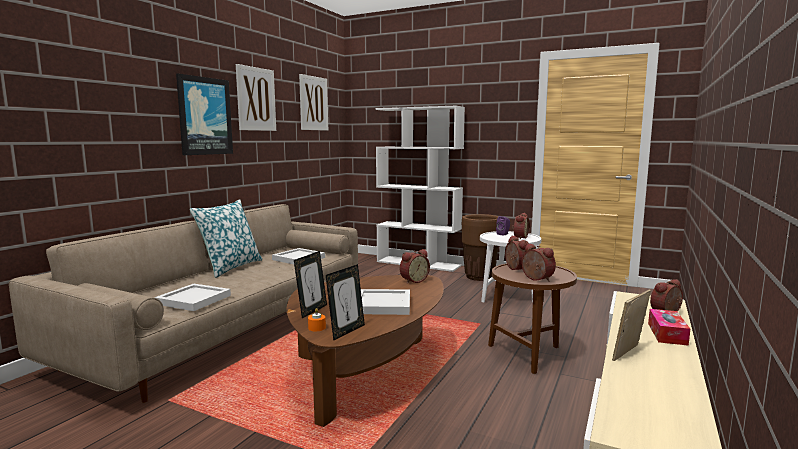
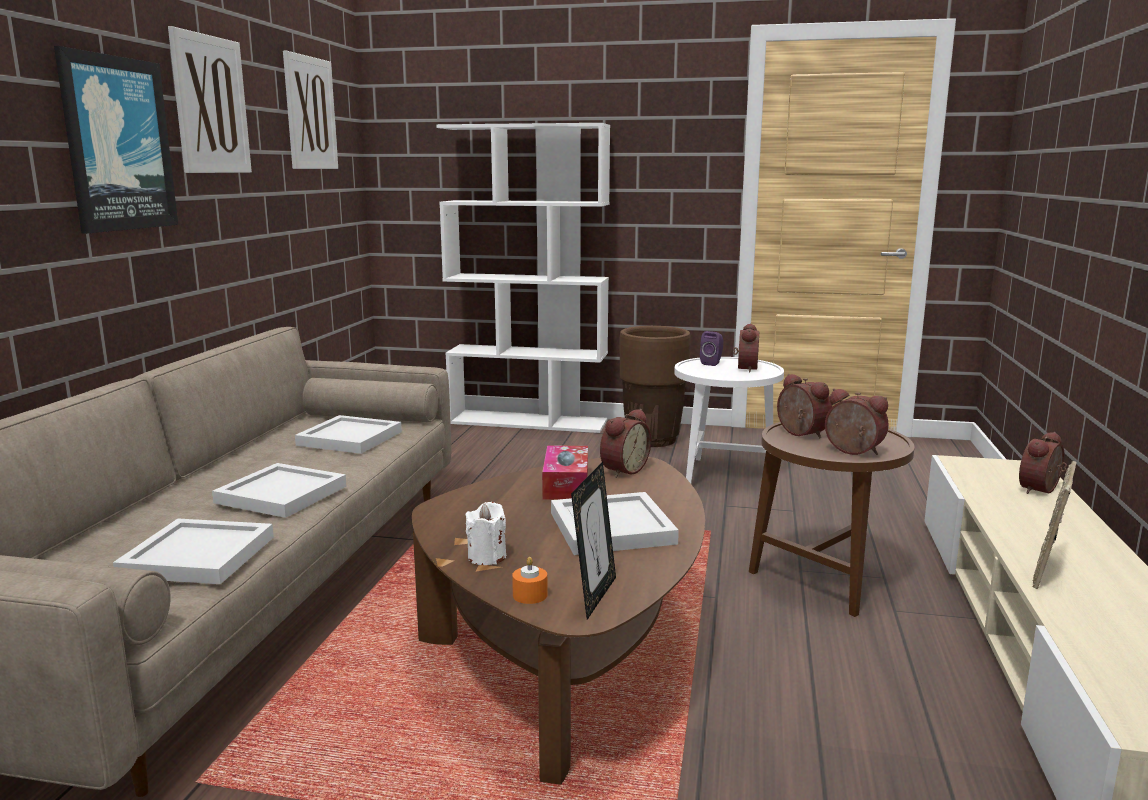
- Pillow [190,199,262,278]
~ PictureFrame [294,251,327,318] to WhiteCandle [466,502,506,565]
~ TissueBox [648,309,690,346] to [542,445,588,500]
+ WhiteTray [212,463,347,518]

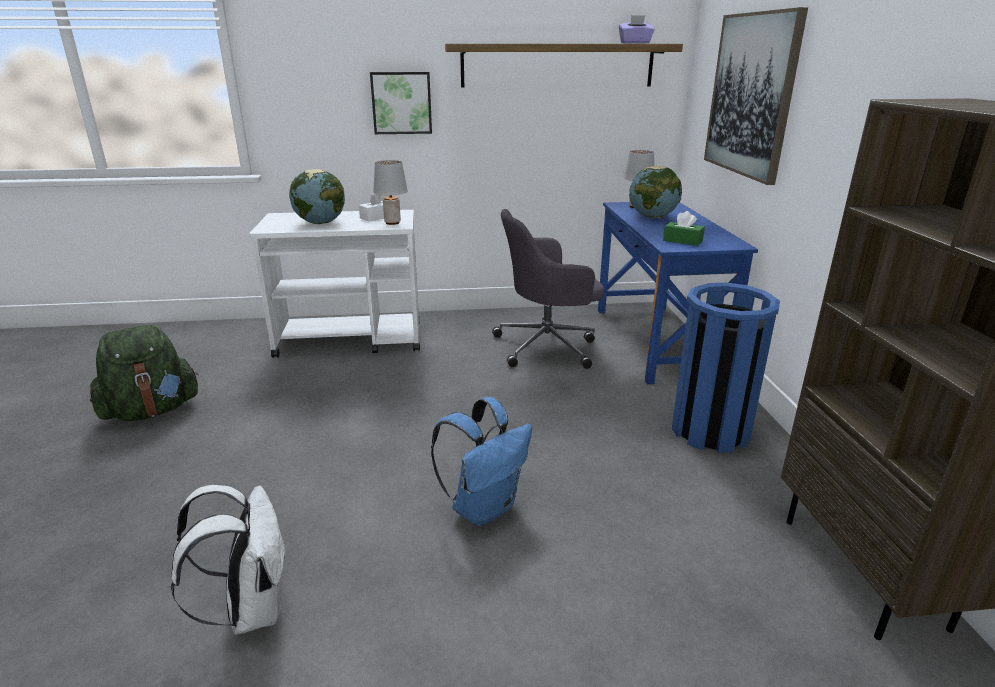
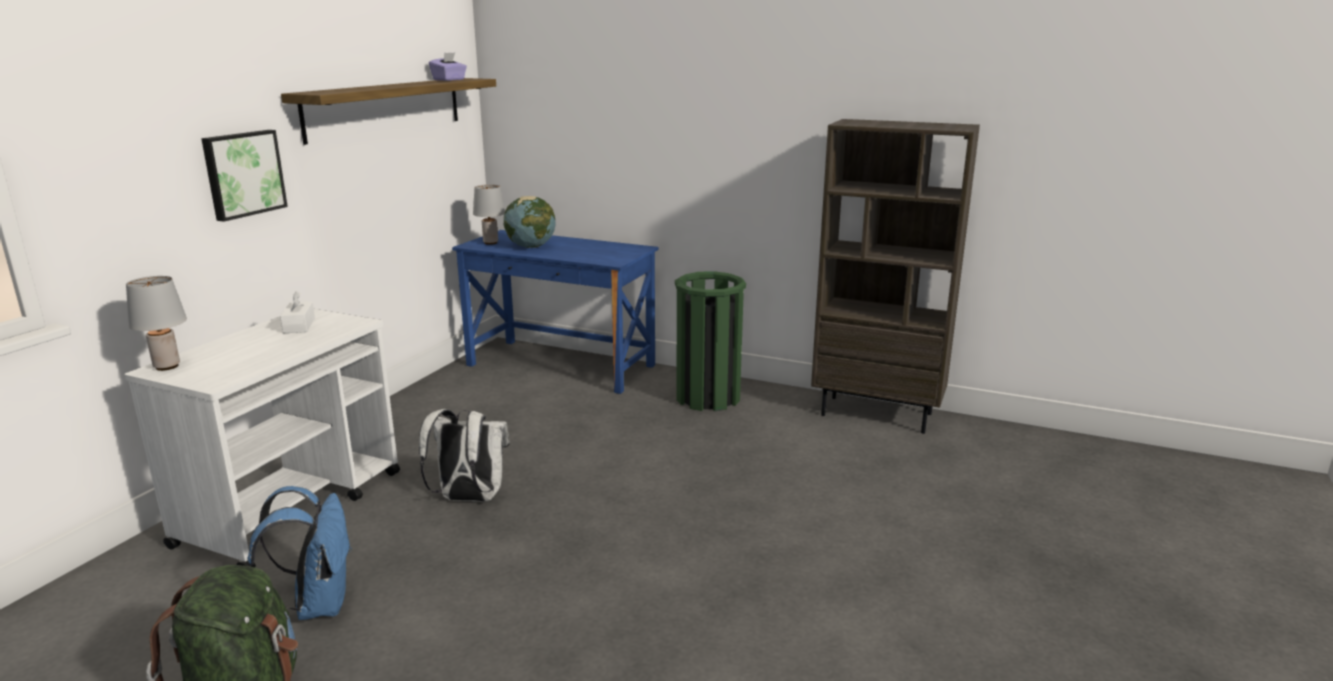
- Picture [704,7,808,185]
~ GreyTableLamp [374,160,408,225] to [126,276,187,371]
- Globe [289,169,345,224]
- GreyOfficeChair [492,209,604,369]
- GreenTissueBox [663,211,705,246]
~ BlueTrashCan [672,283,780,453] to GreenTrashCan [675,271,746,411]
~ BlueBackpack [431,397,532,526] to [247,486,352,620]
~ WhiteBackpack [171,485,287,635] to [419,409,510,502]

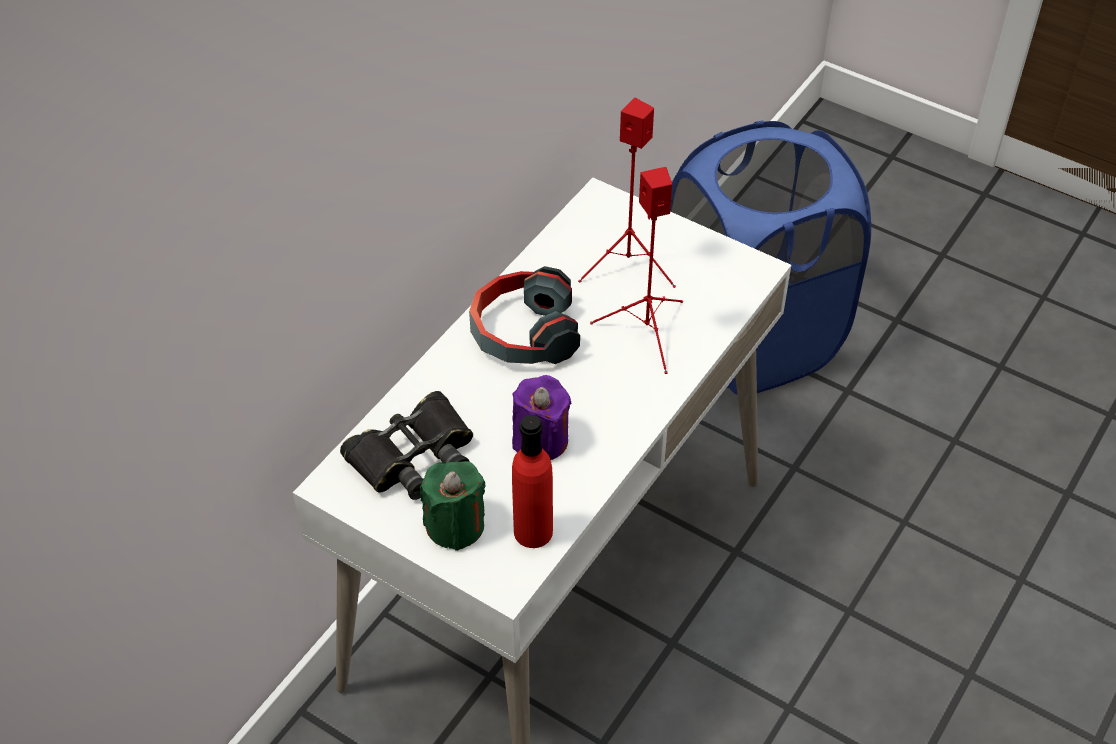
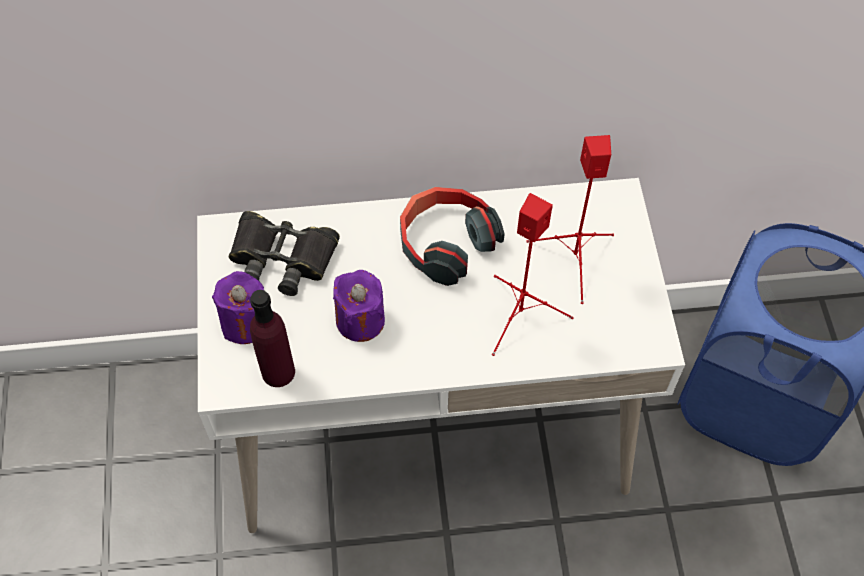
~ RedBottle [512,415,553,548] to PurpleBottle [250,290,295,387]
~ GreenCandle [420,461,486,551] to PurpleCandle [212,271,264,344]

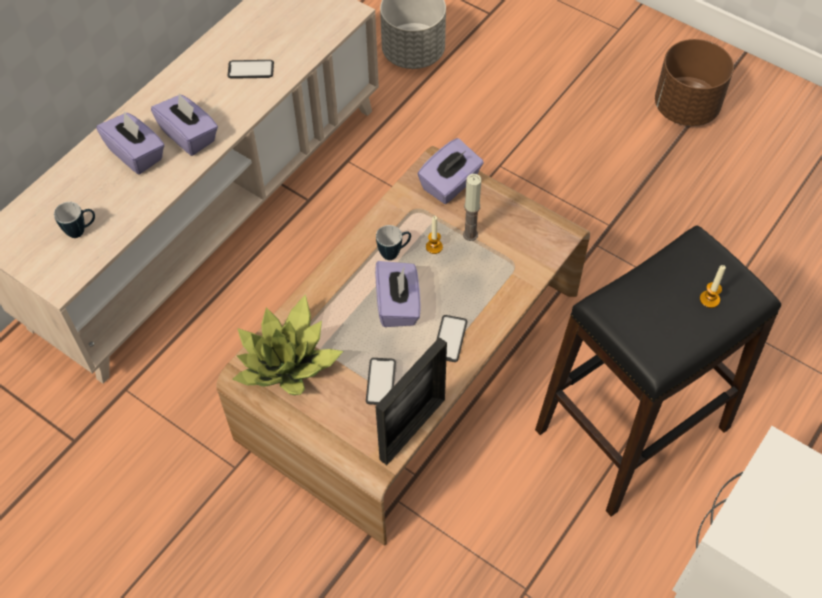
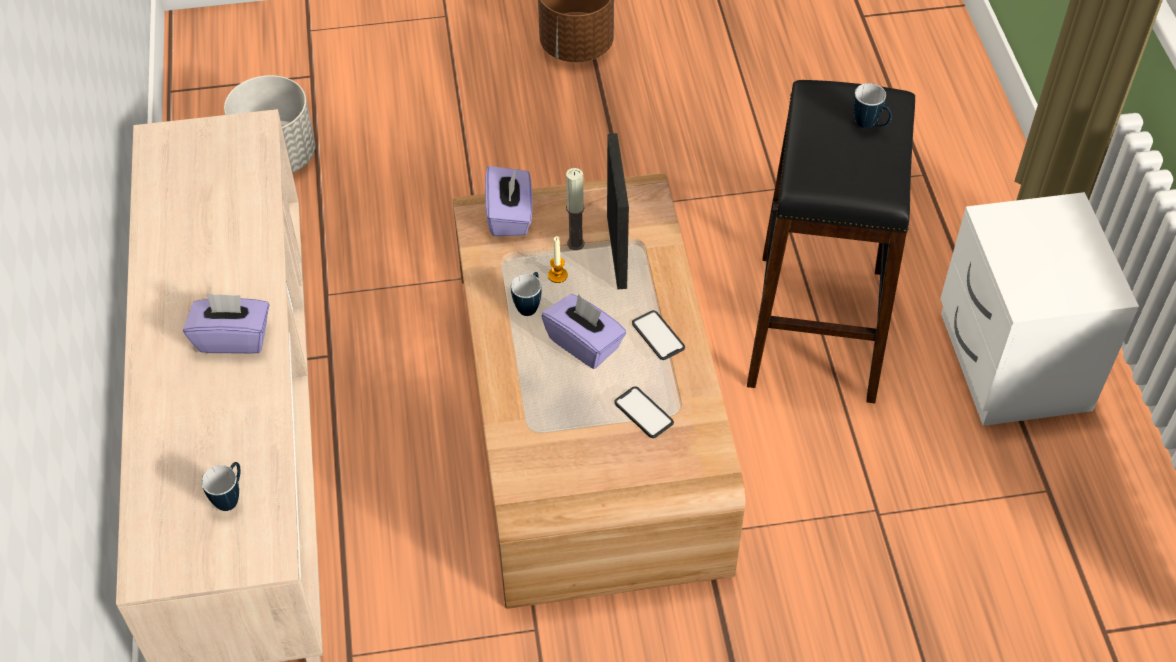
- Phone [227,60,274,79]
- PurpleTissueBox [96,112,165,175]
~ Candle [700,265,726,308] to Mug [853,83,892,128]
- PottedPlant [233,294,343,395]
~ PictureFrame [375,337,447,465] to [607,133,629,290]

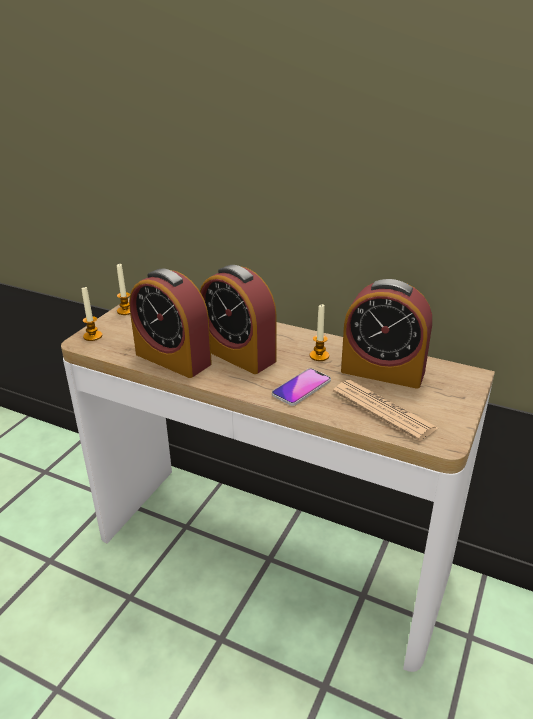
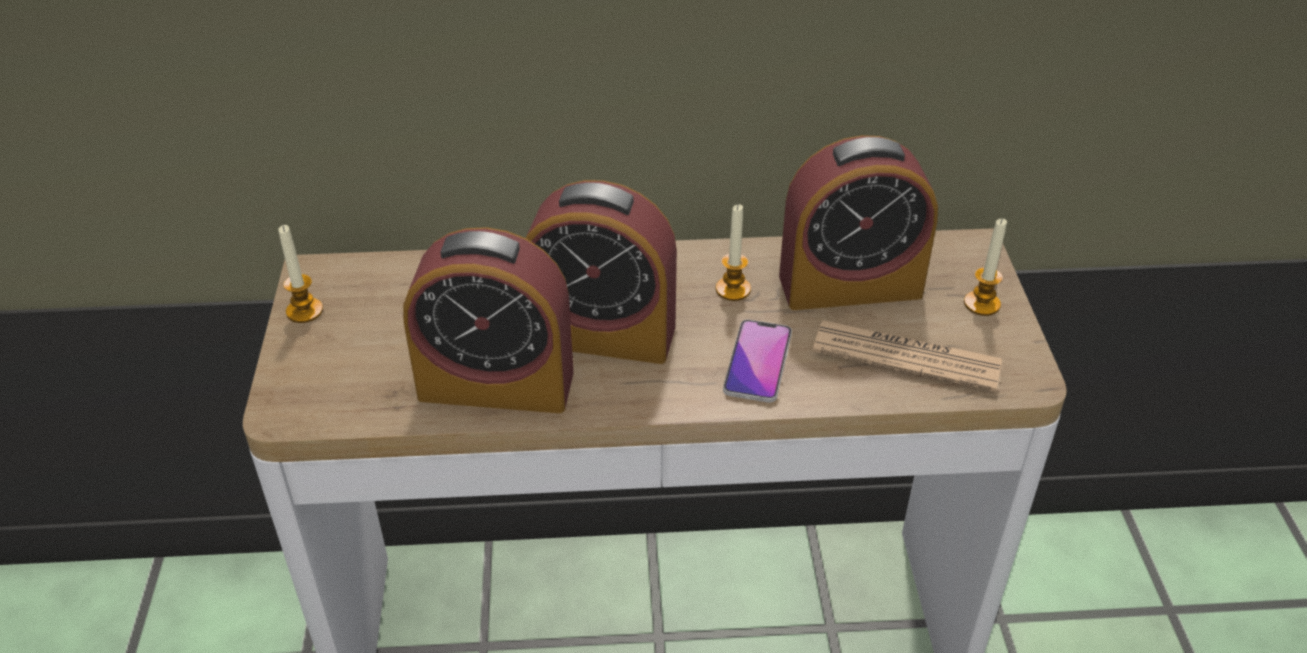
~ Candle [82,287,102,341] to [964,218,1007,316]

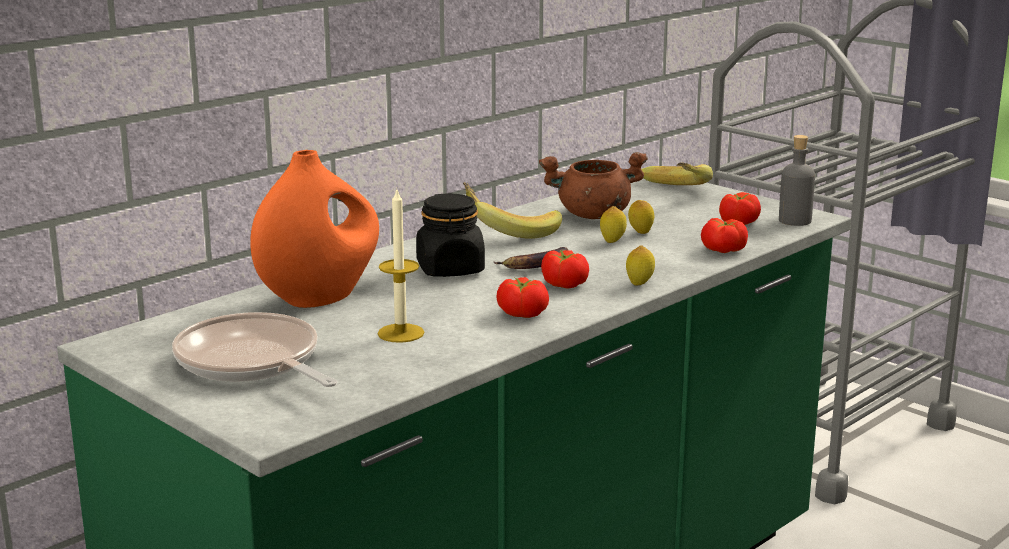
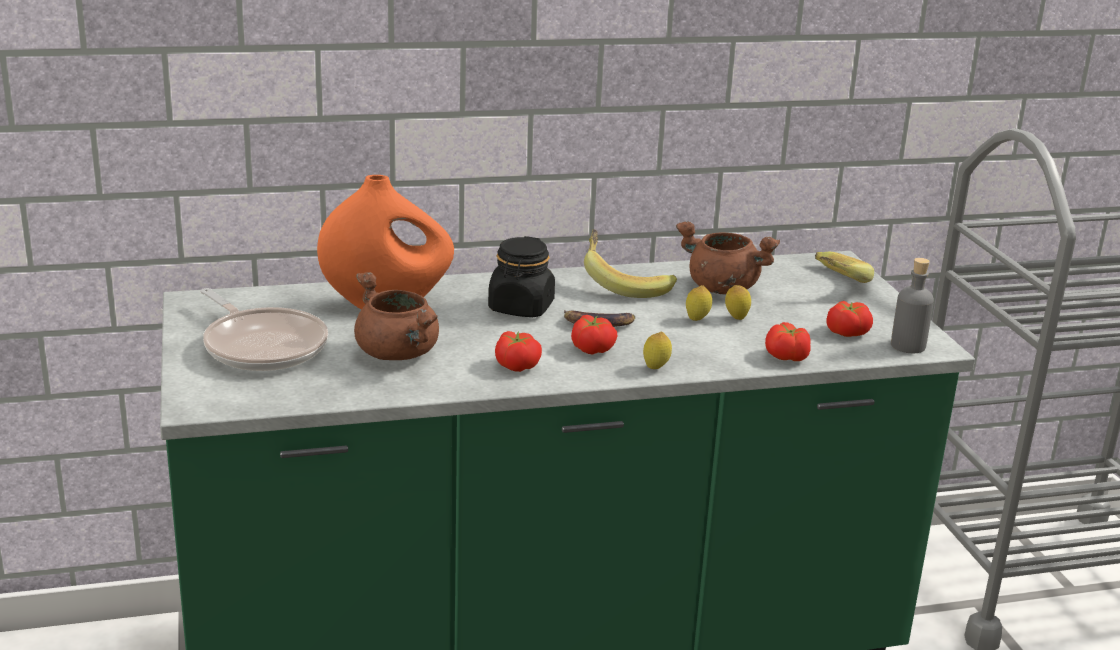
~ Candle [377,190,424,343] to BrownCookingPot [354,272,439,360]
~ FryingPan [172,312,337,387] = [200,288,328,371] 150 degrees clockwise

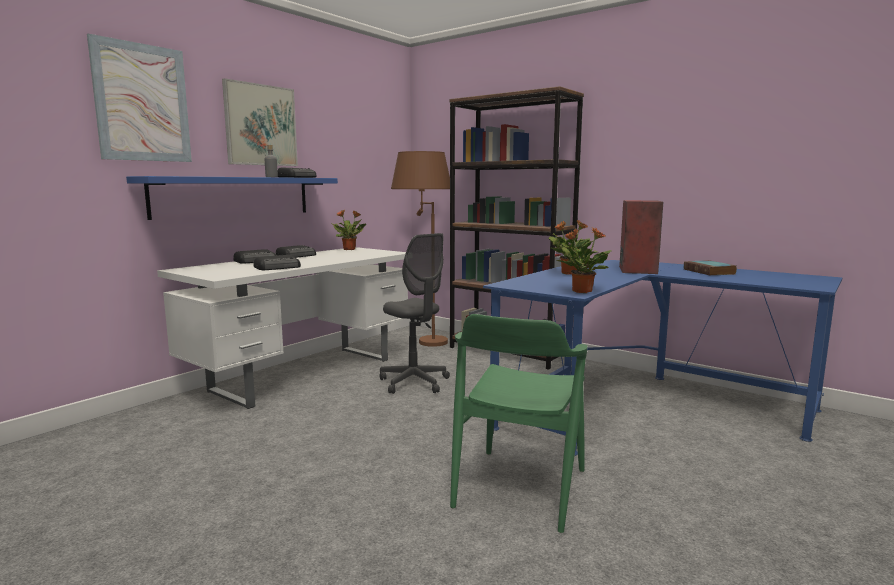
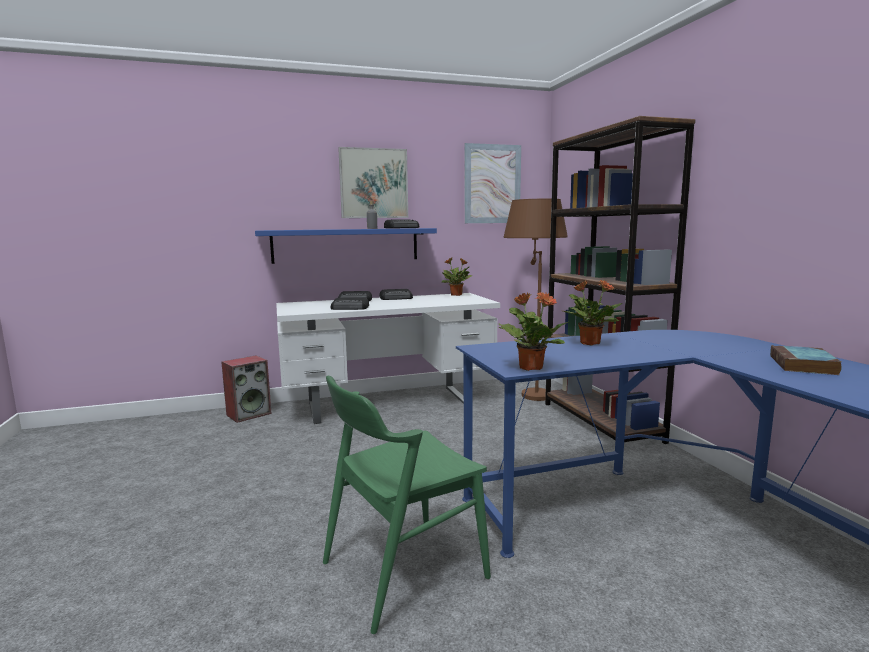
~ Picture [87,34,192,162] to [465,143,521,223]
~ Speaker [619,200,663,274] to [221,355,272,423]
- GreyOfficeChair [380,233,450,394]

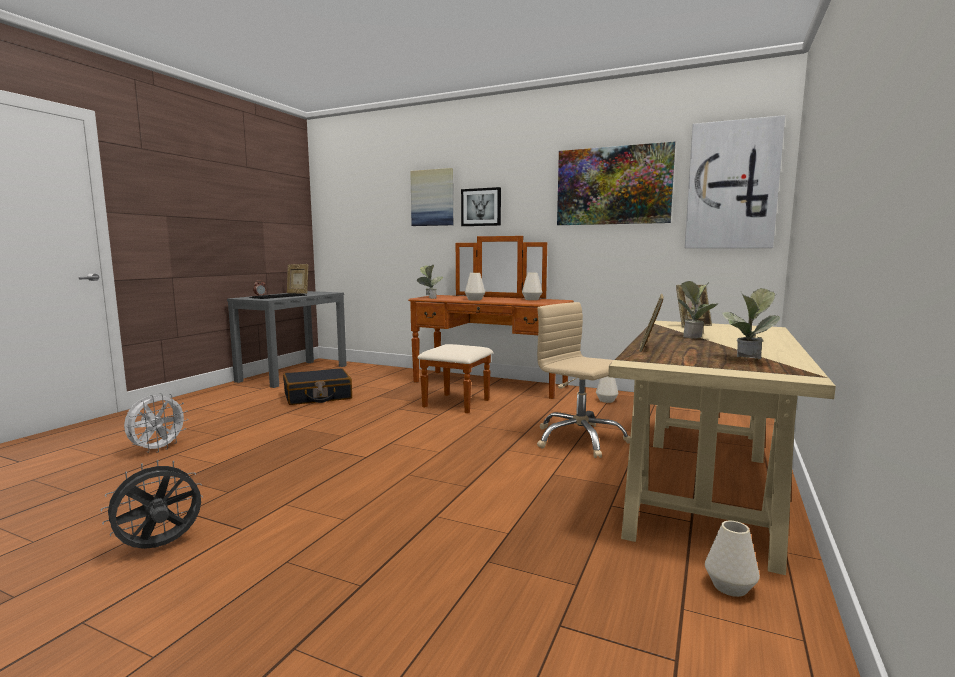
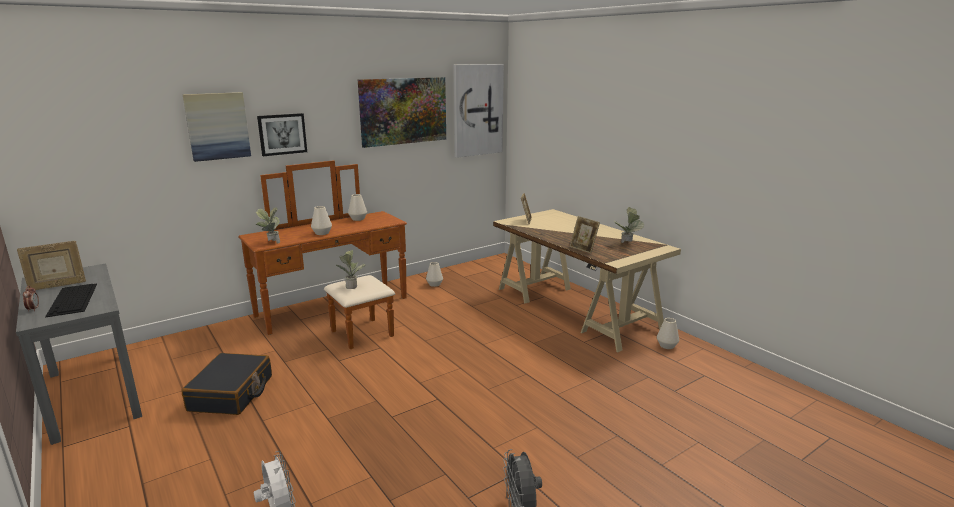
~ PottedPlant [678,281,718,339] to [336,250,366,289]
- BeigeOfficeChair [537,302,630,458]

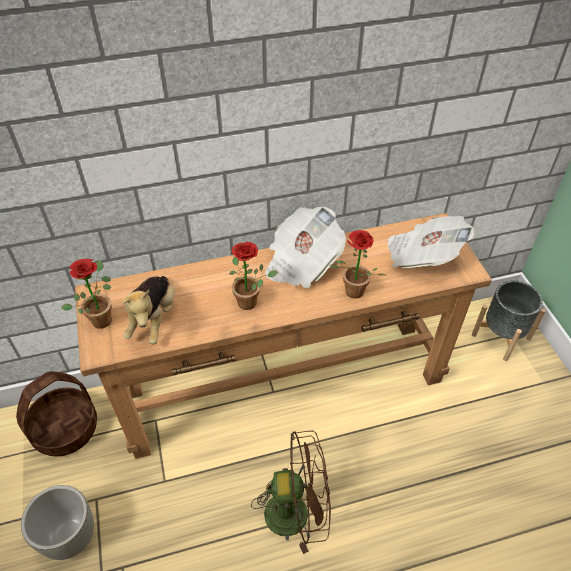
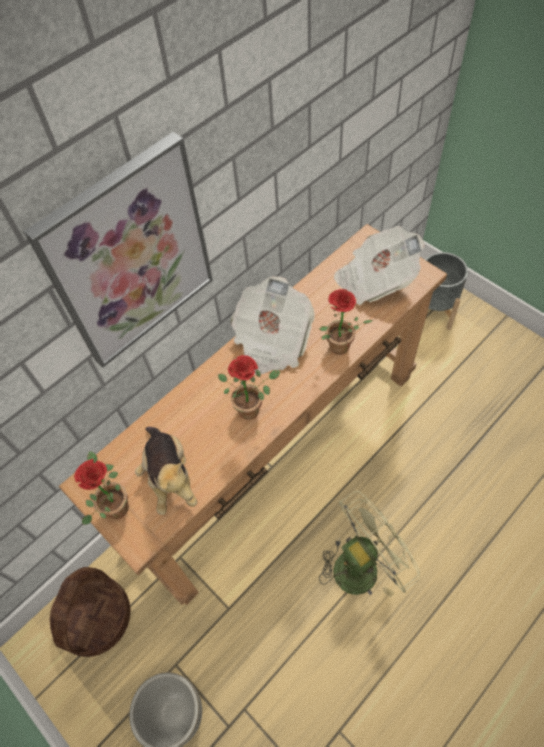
~ BrownFan [251,431,331,554] to GreenFan [319,491,420,598]
+ Picture [23,132,213,368]

